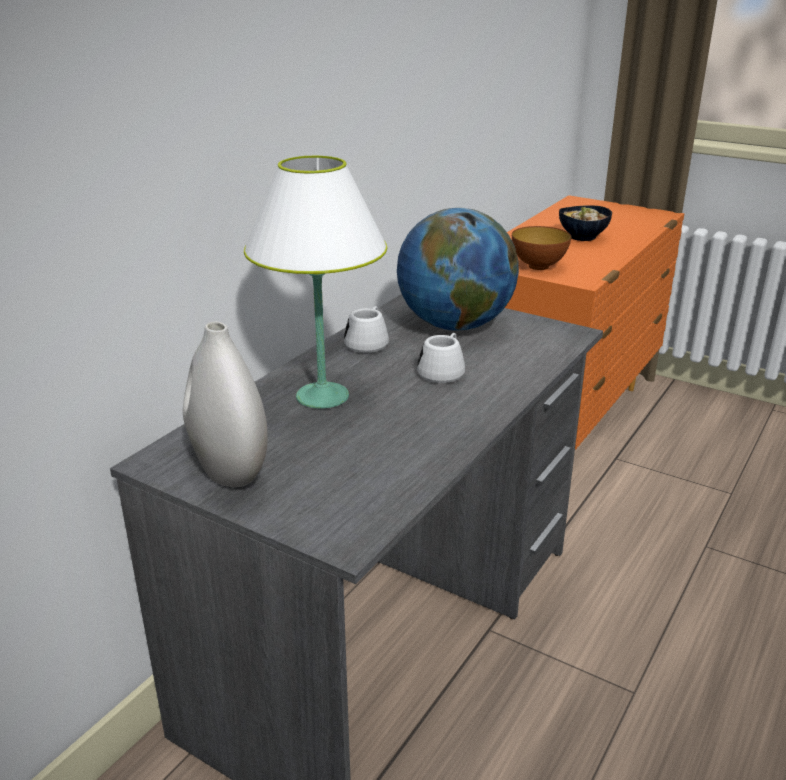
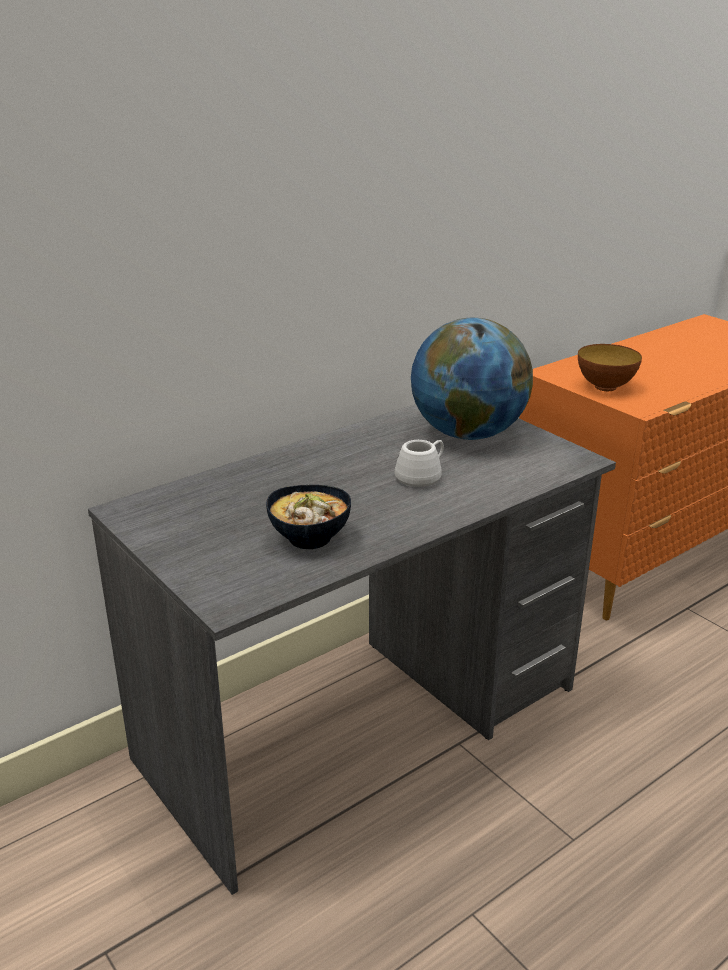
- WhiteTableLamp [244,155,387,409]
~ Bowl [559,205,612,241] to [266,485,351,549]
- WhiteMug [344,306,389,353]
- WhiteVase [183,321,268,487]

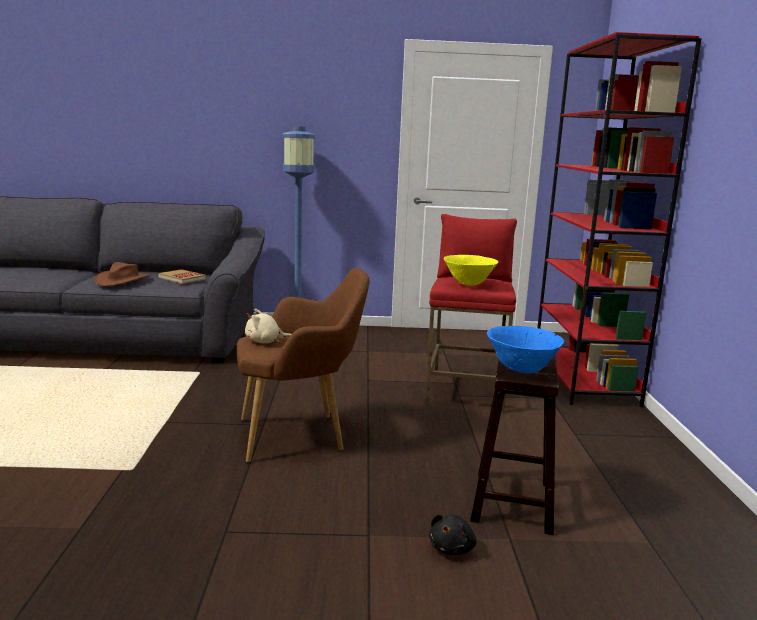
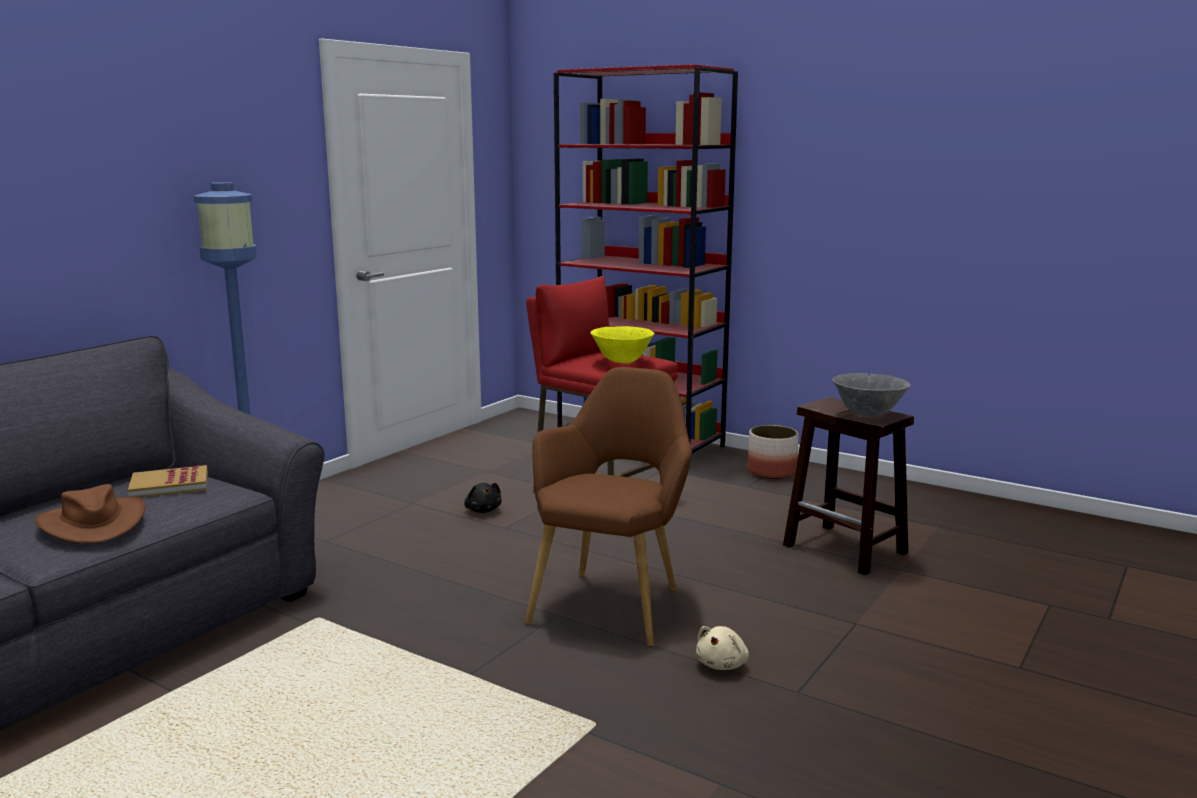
~ BeigePlushToy [245,309,291,343] to [696,626,749,670]
~ BlueBowl [487,326,564,374] to GreyBowl [832,373,910,416]
~ BlackPlushToy [429,514,477,555] to [464,483,502,513]
+ Planter [748,425,799,479]

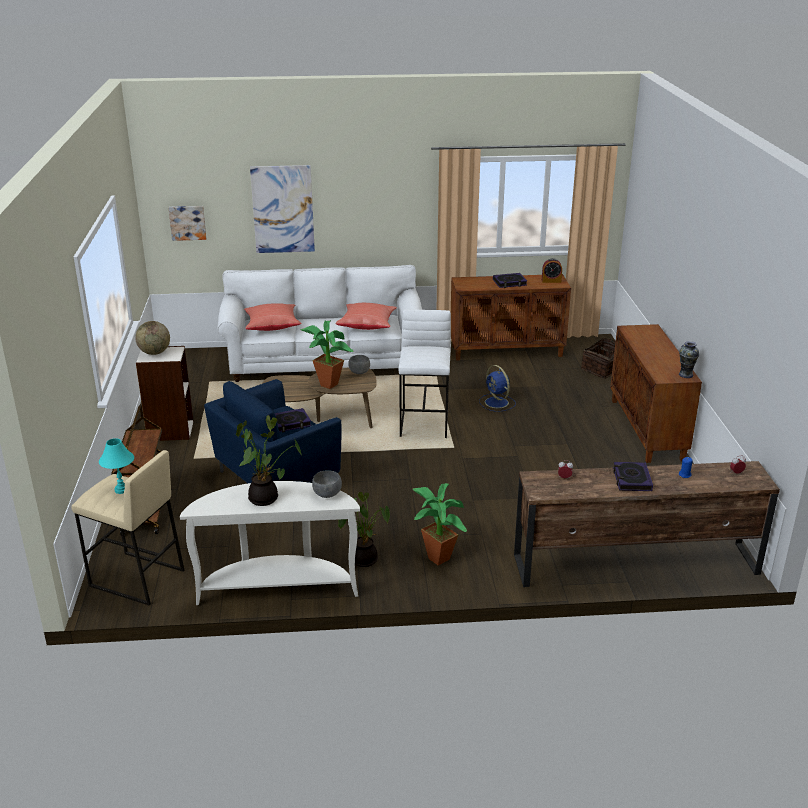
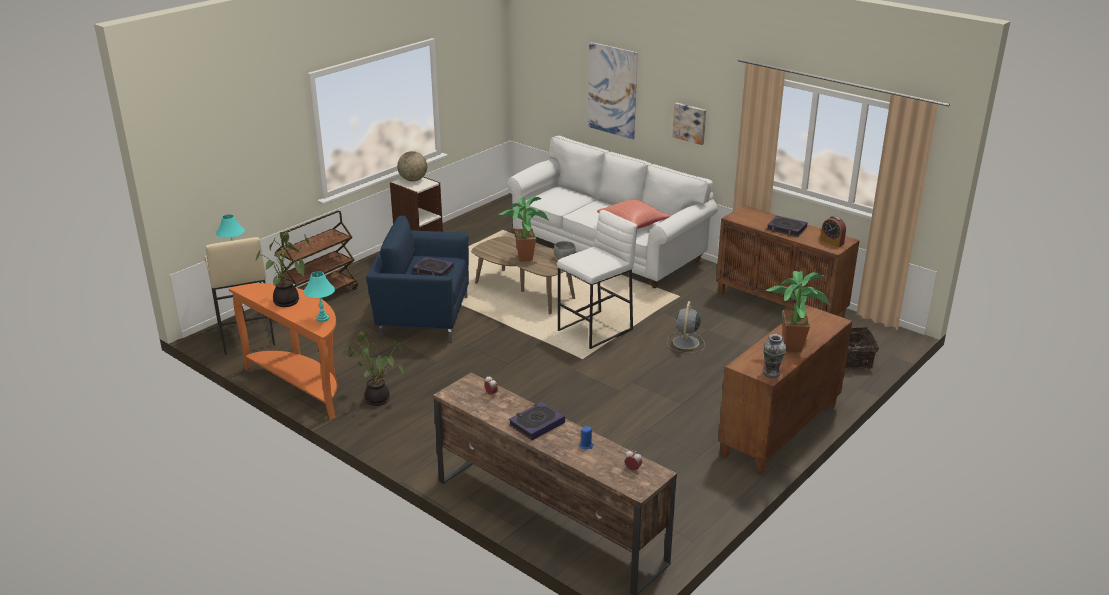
~ Picture [168,206,207,241] to [672,103,706,145]
- RedPillow [244,303,302,331]
~ BlueFan [479,365,516,412] to GreyFan [667,301,705,353]
~ GreyBowl [312,470,342,498] to TurquoiseTableLamp [304,271,335,322]
~ WhiteConsoleTable [180,481,360,605] to OrangeConsoleTable [229,283,339,419]
~ PottedPlant [413,483,467,566] to [766,271,831,353]

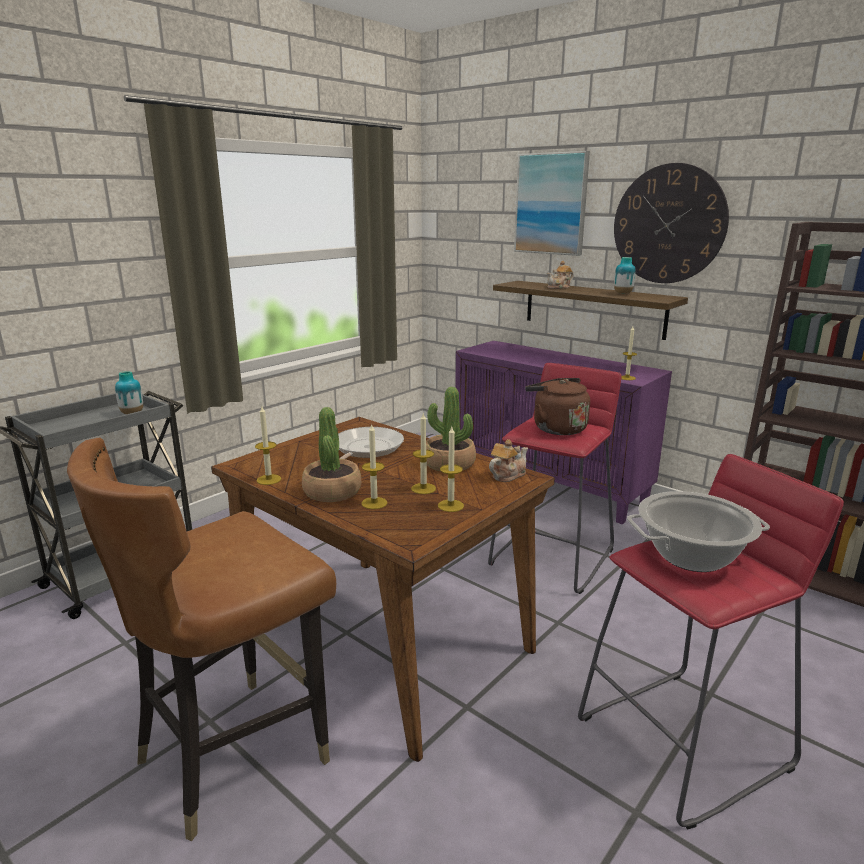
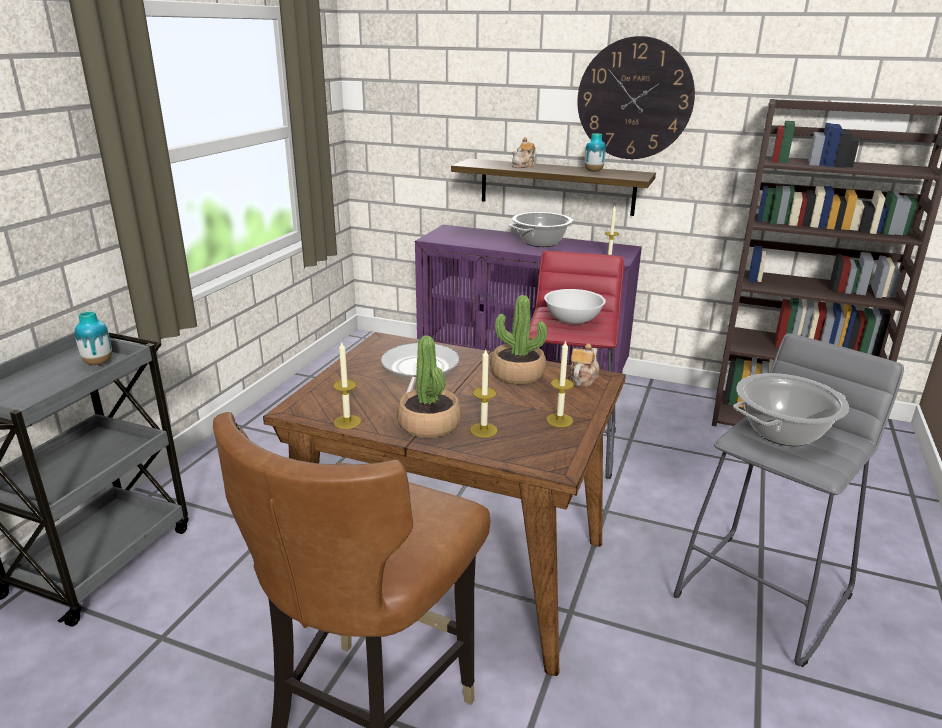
- Picture [514,151,590,256]
~ BrownKettle [525,378,590,435] to WhiteBowl [544,289,606,324]
- Candle [411,413,436,494]
~ RedStool [578,454,844,829] to GreyStool [674,333,904,667]
+ CookingPot [509,212,574,247]

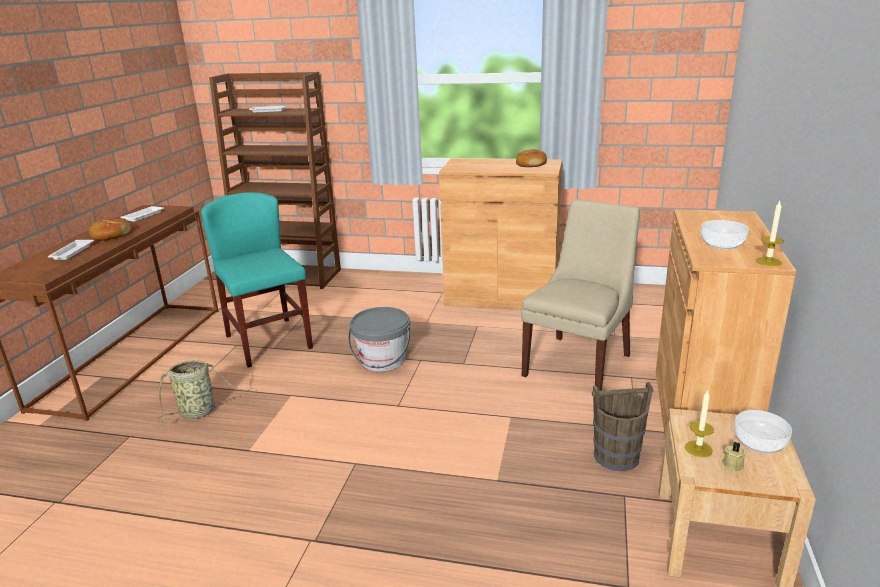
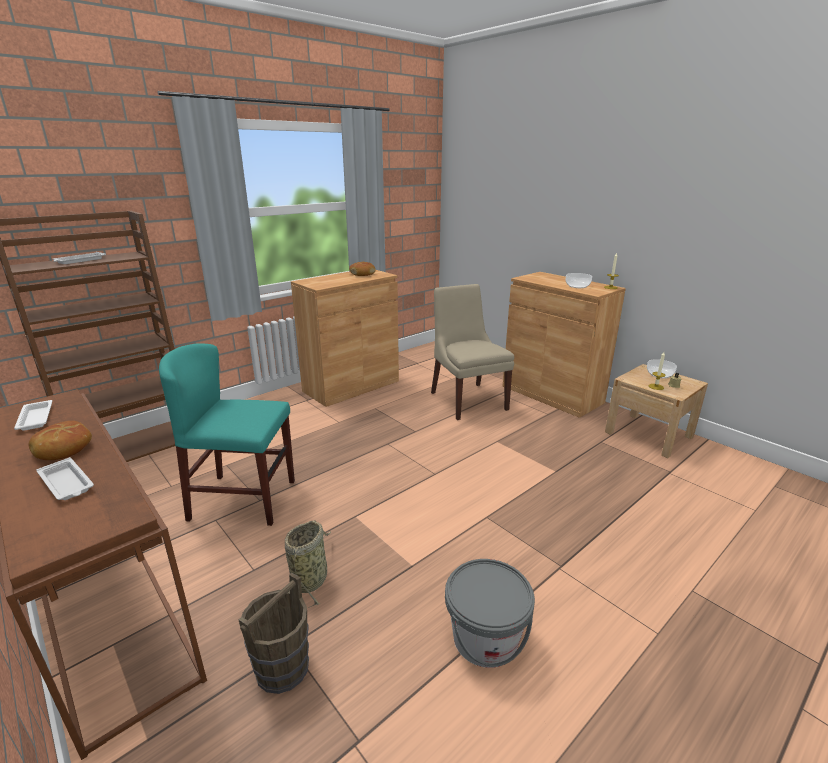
~ GreyBucket [348,307,410,371] to [445,559,535,668]
~ BrownBucket [592,382,653,471] to [238,572,309,694]

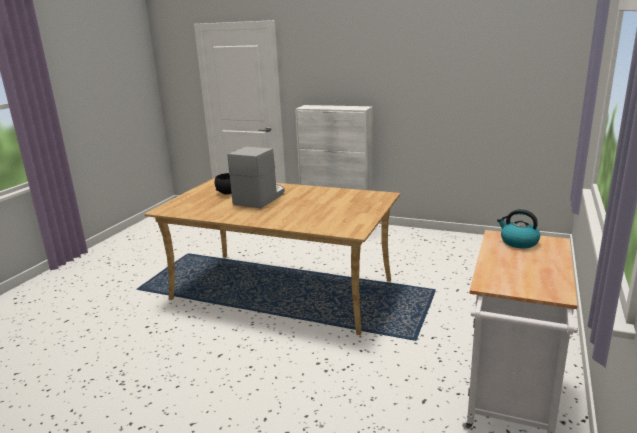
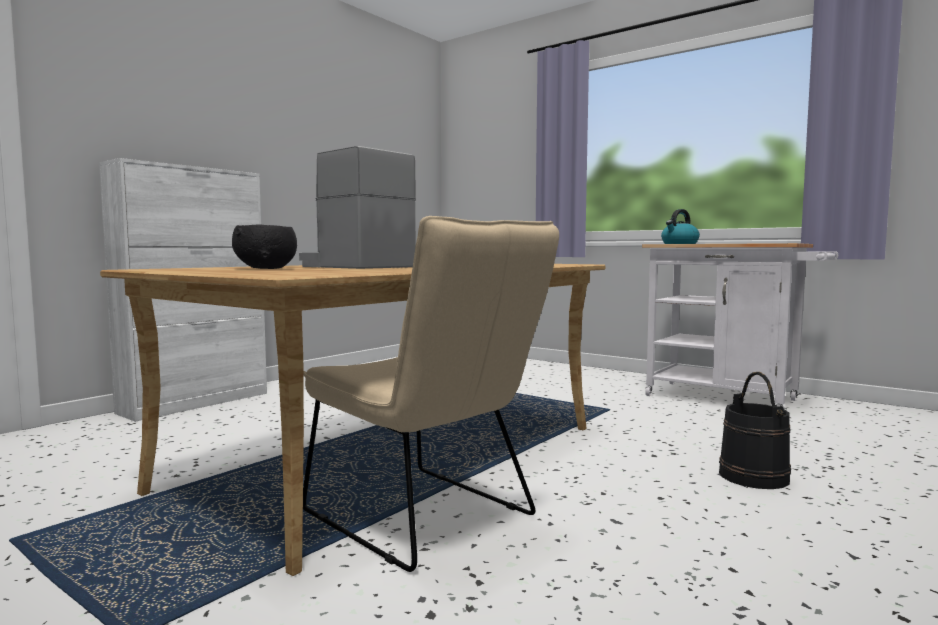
+ BeigeChair [303,216,559,572]
+ BlackBucket [719,372,791,489]

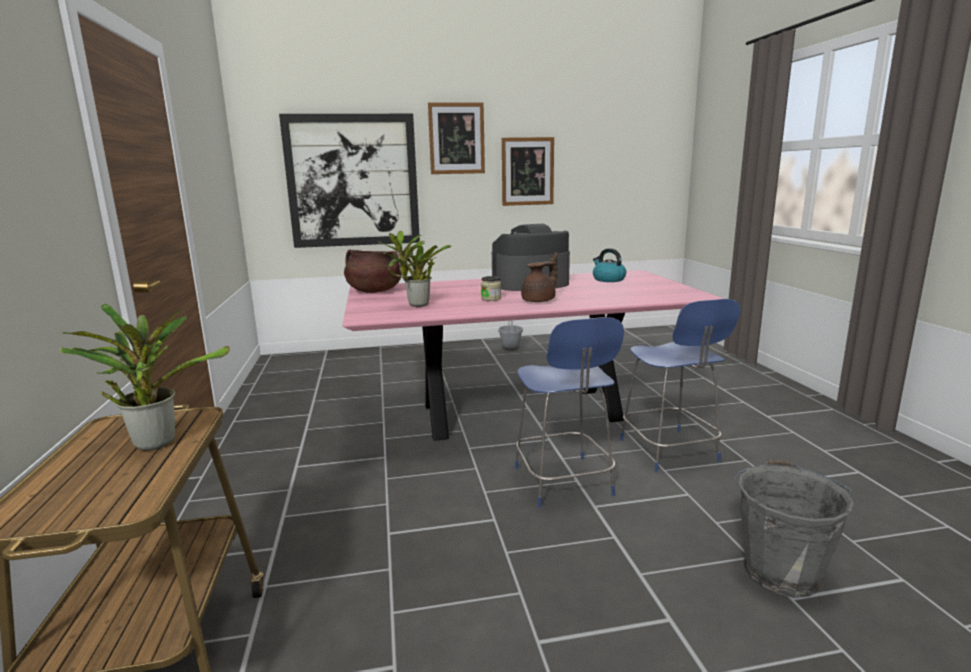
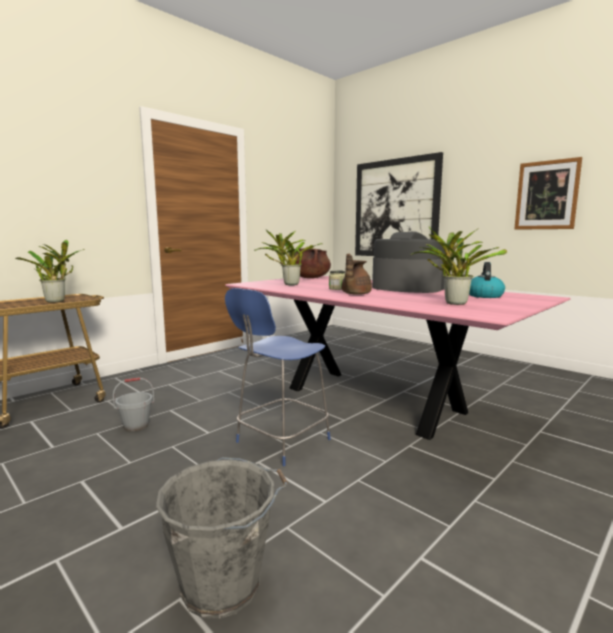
- Picture [428,102,485,174]
~ BrownTeapot [521,252,557,302] = [341,254,372,295] 105 degrees clockwise
- BlueChair [620,299,741,472]
~ GreyBucket [498,320,523,350] to [113,377,155,431]
+ PottedPlant [411,227,507,305]

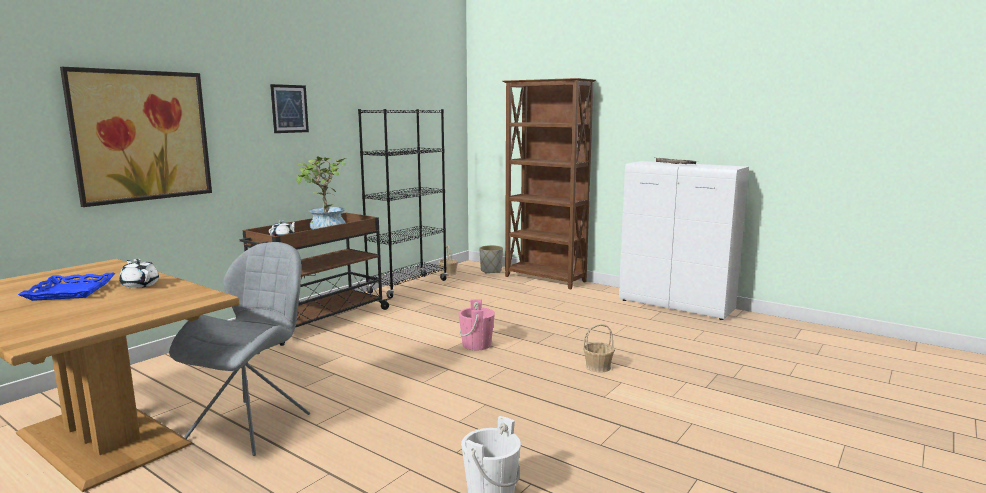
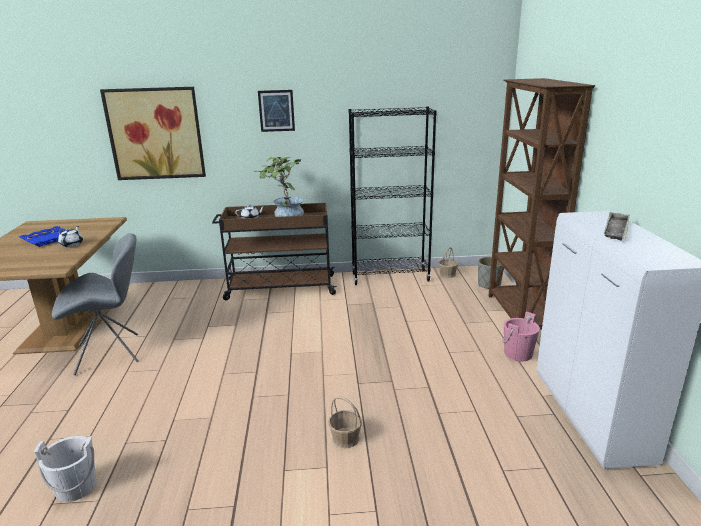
~ PinkBucket [458,299,495,350] to [502,312,540,361]

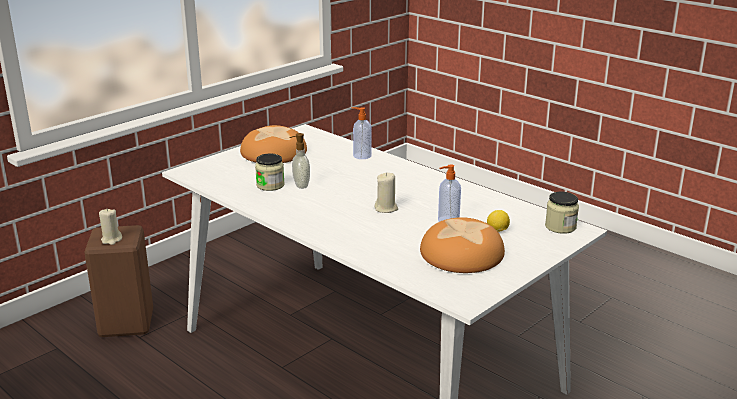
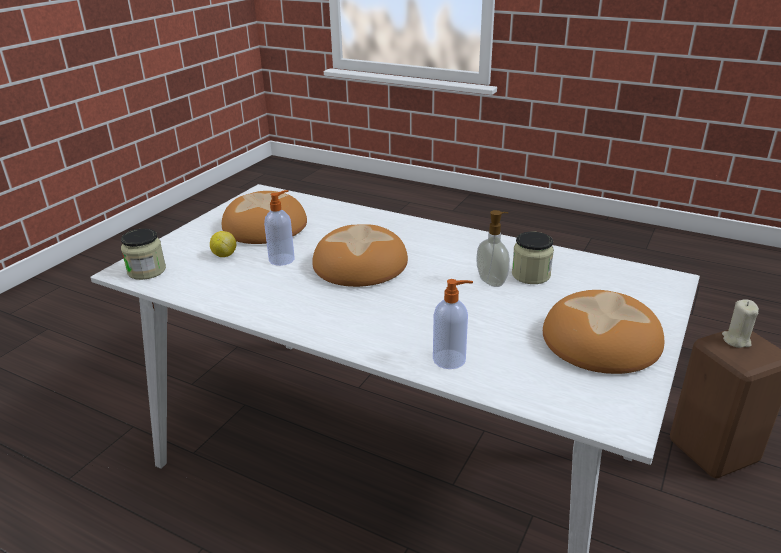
~ BeigeCandle [375,172,398,213] to Bread [312,224,408,287]

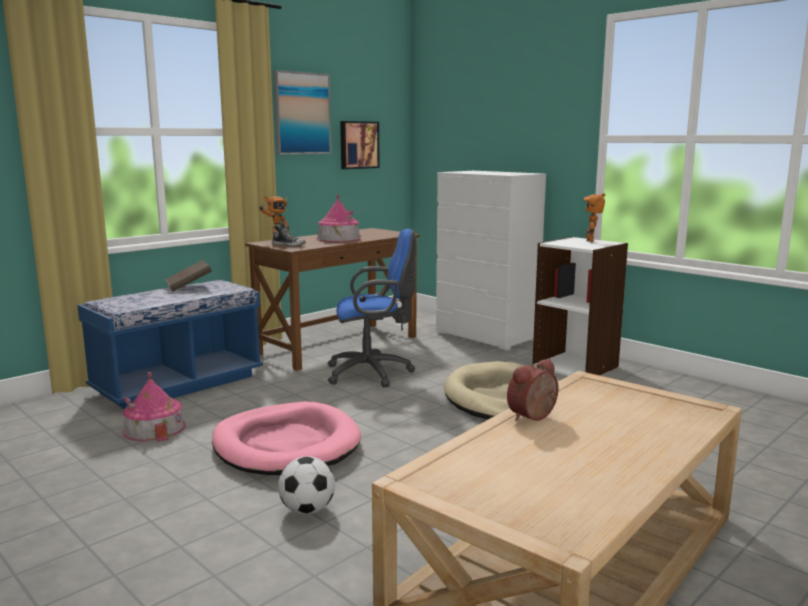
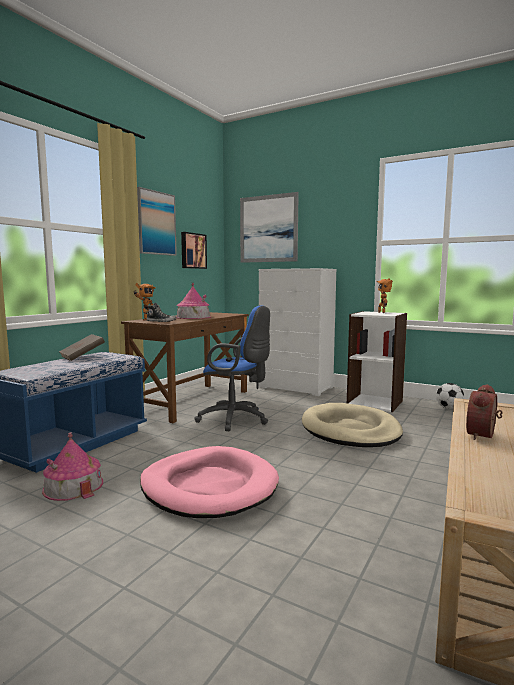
~ BlueOfficeChair [327,229,416,387] = [194,306,270,431] 45 degrees clockwise
~ Football [278,456,335,515] to [436,383,464,409]
+ Picture [240,192,299,263]

